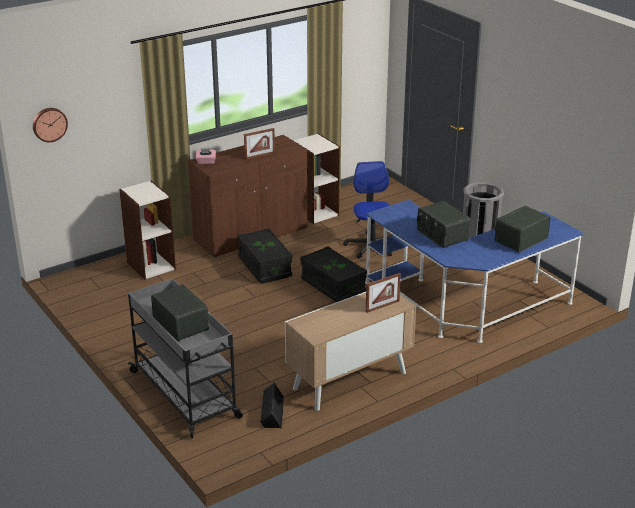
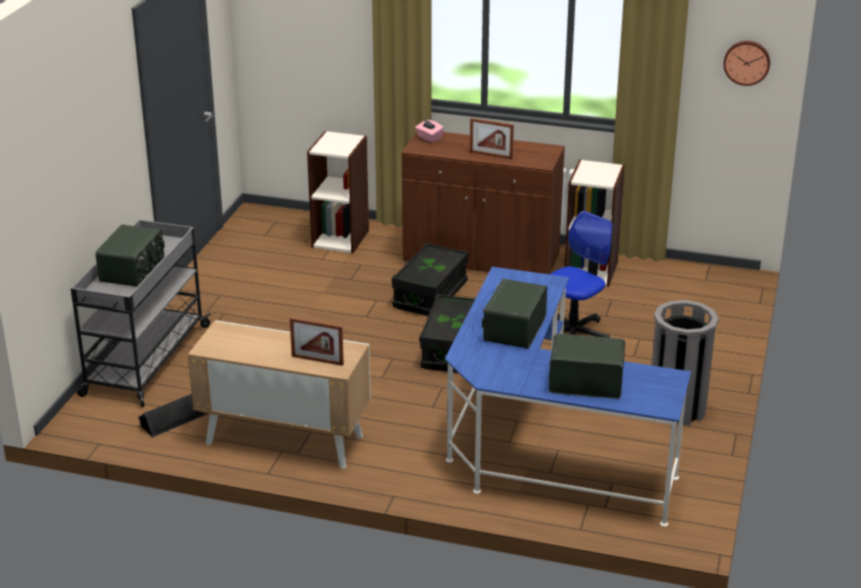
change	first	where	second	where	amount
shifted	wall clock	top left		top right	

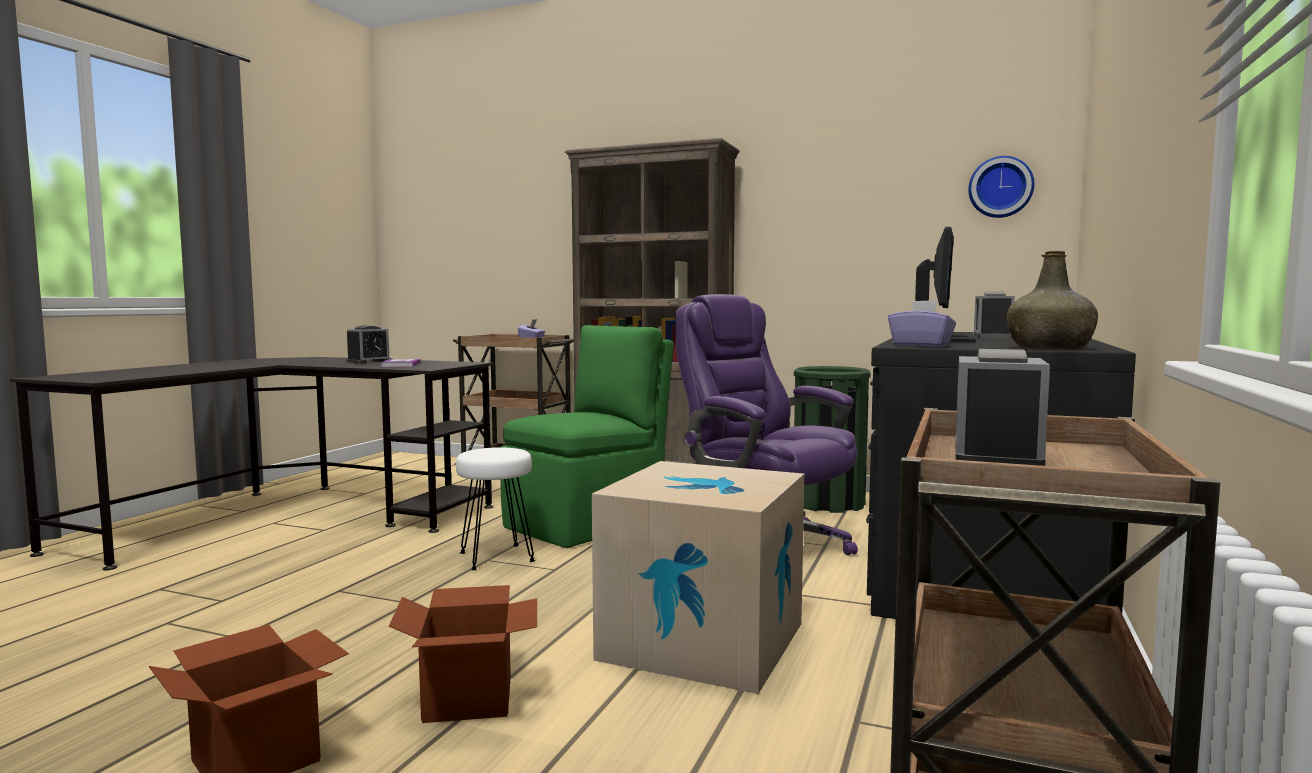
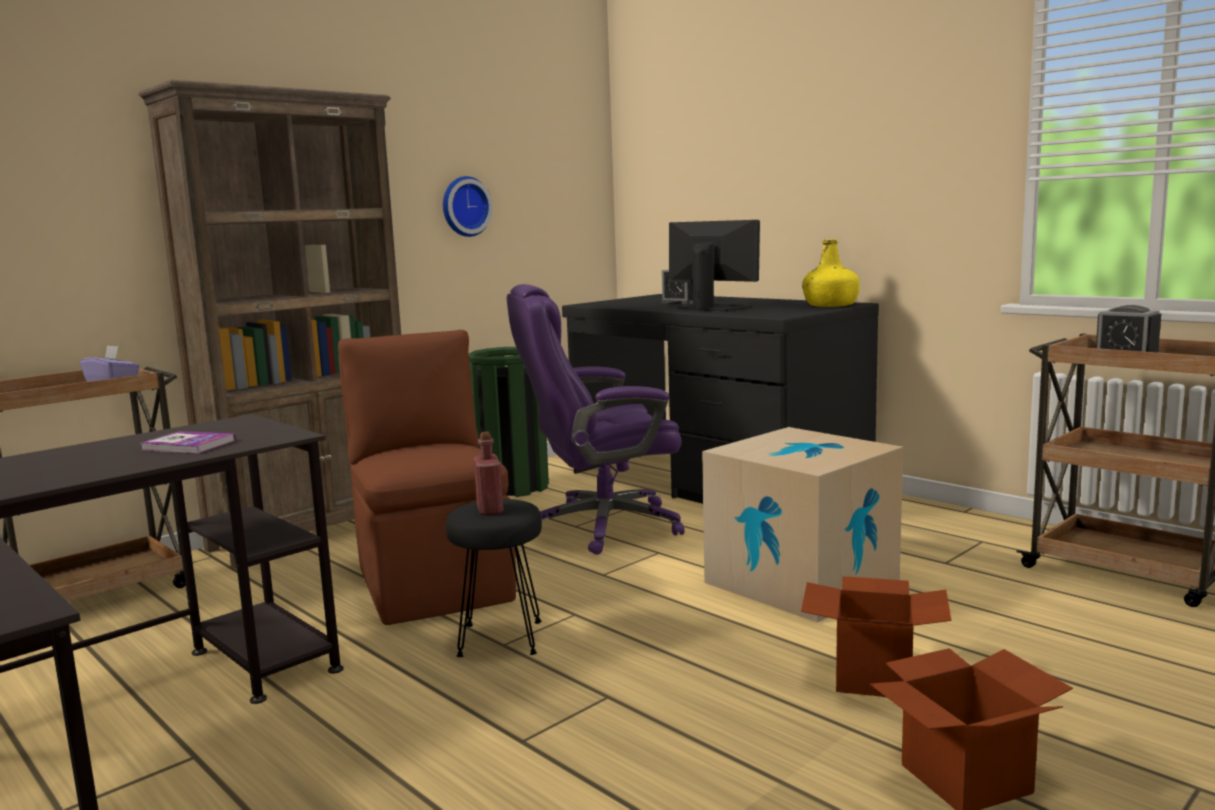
change	first	where	second	where	amount
gone	alarm clock (no. 1 from left)	middle left			
gone	tissue box (purple) (no. 2 from left)	middle right			
new			bottle (red)	centre	
shifted	wall clock	top right		top centre	
repainted	stool (white)	centre	stool (black)	bottom centre	
repainted	chair (green)	centre	chair (brown)	centre	
repainted	bottle (green)	middle right	bottle (yellow)	middle right	

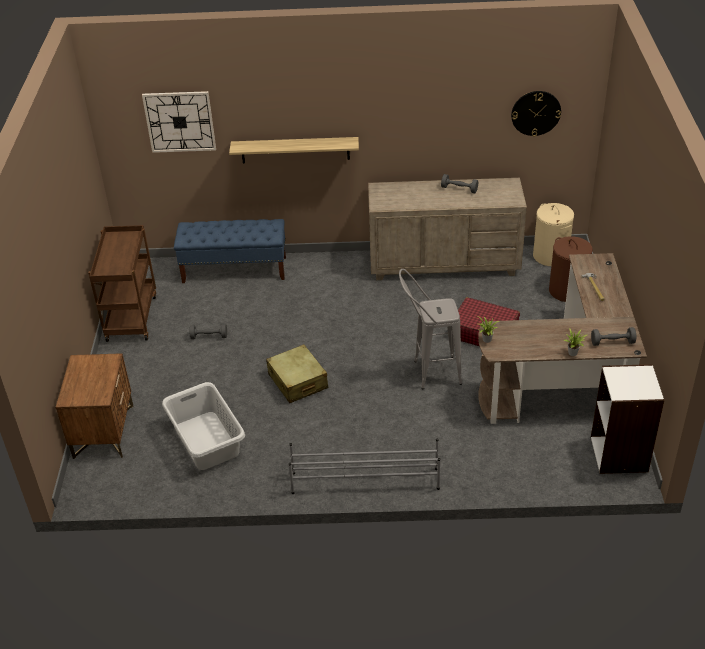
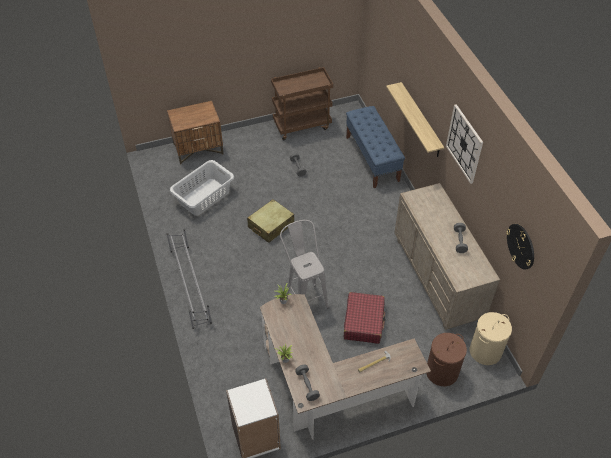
change	first	where	second	where	amount
shifted	wall clock (no. 1 from left)	top left		top right	

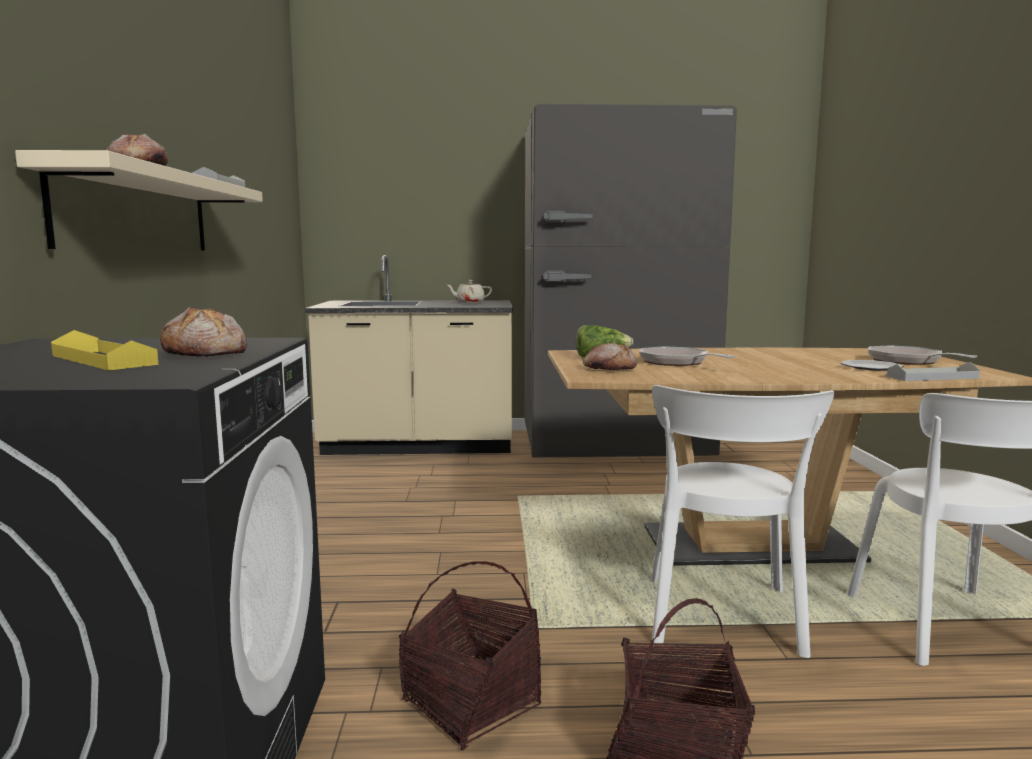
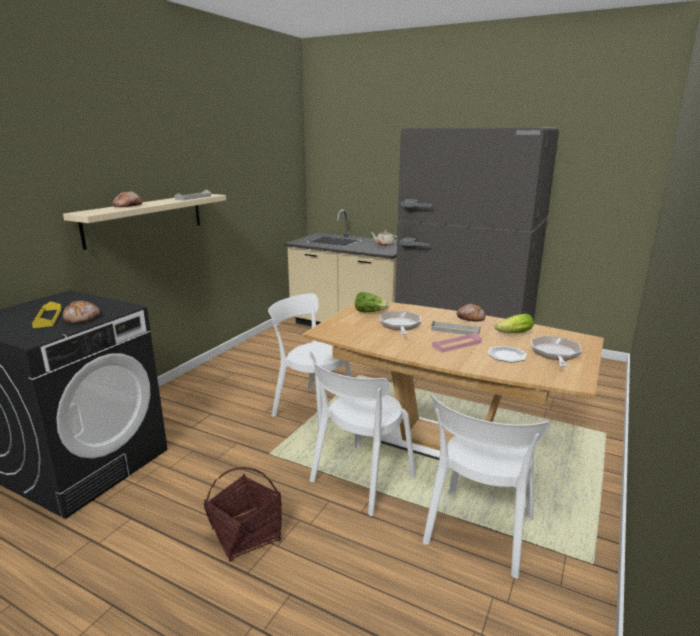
change	first	where	second	where	amount
gone	basket (no. 1 from left)	bottom centre			
new			chair (white) (no. 1 from left)	centre	
new			tray (pink)	centre	
new			lettuce (no. 2 from left)	middle right	
shifted	bread (no. 3 from left)	centre		middle right	
shifted	tray (grey) (no. 2 from left)	middle right		centre	

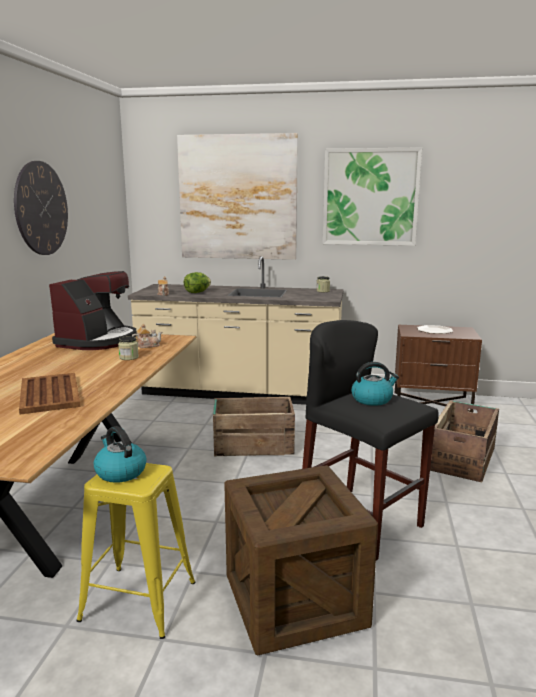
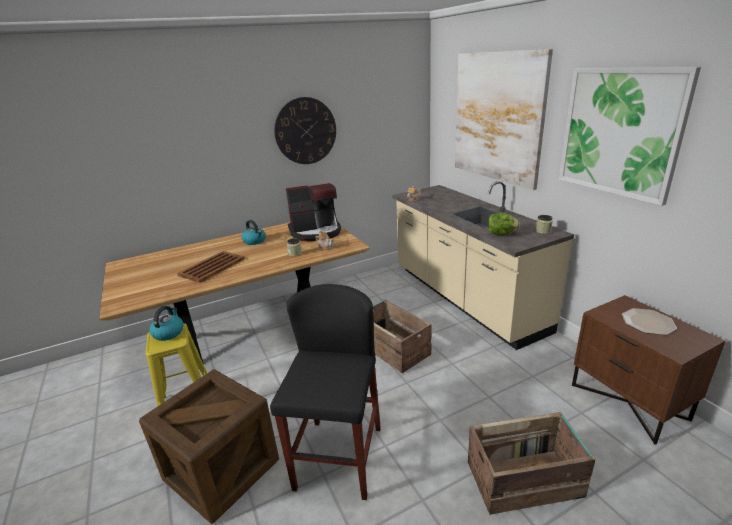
change	first	where	second	where	amount
shifted	lettuce	centre		middle right	
shifted	kettle (no. 2 from left)	middle right		centre	

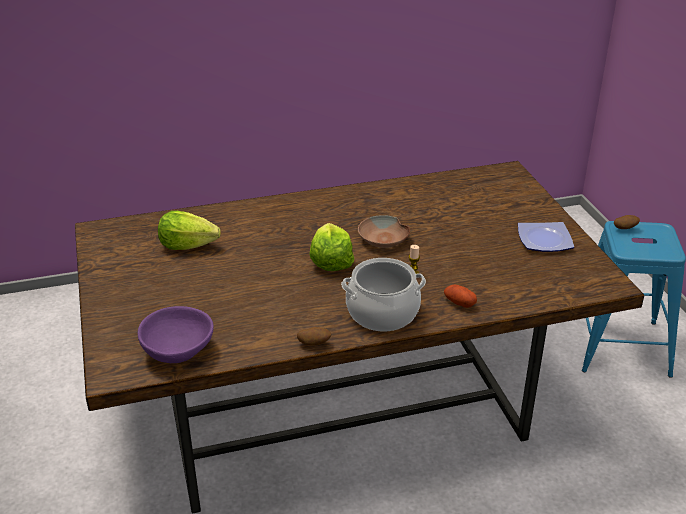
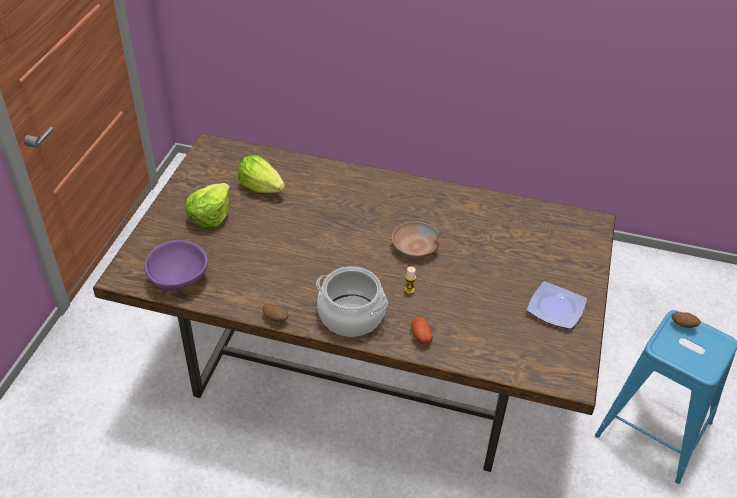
change	first	where	second	where	amount
shifted	lettuce (no. 2 from left in the first image)	centre	lettuce (no. 1 from left)	middle left	

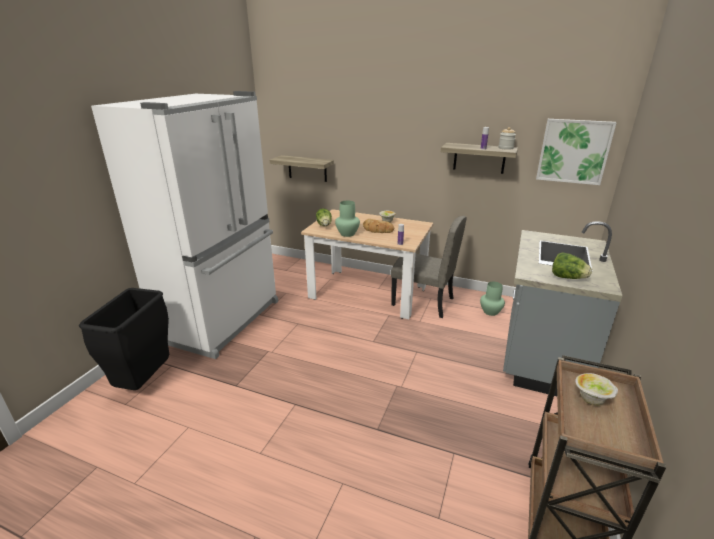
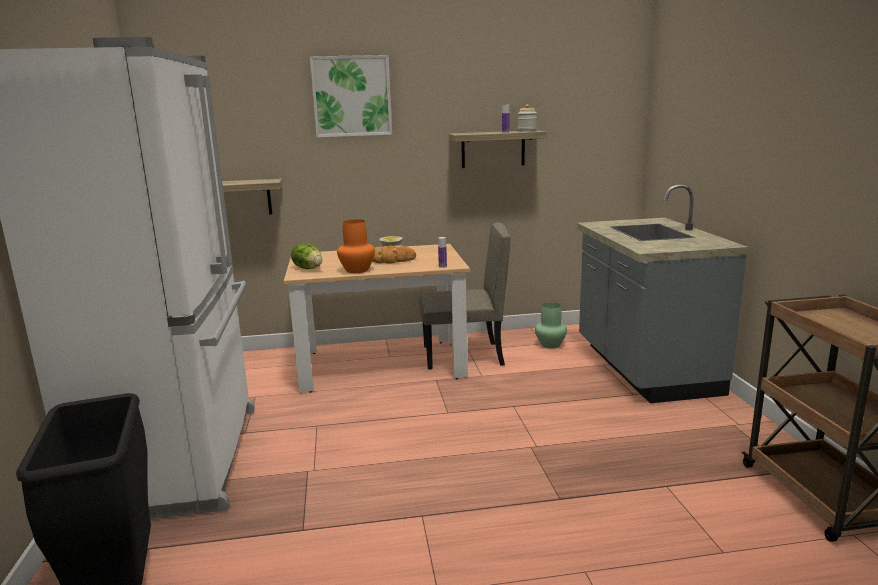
change	first	where	second	where	amount
gone	lettuce (no. 2 from left)	middle right			
gone	bowl (no. 2 from left)	bottom right			
shifted	picture	top right		top centre	
repainted	vase (green) (no. 1 from left)	centre	vase (orange)	centre	

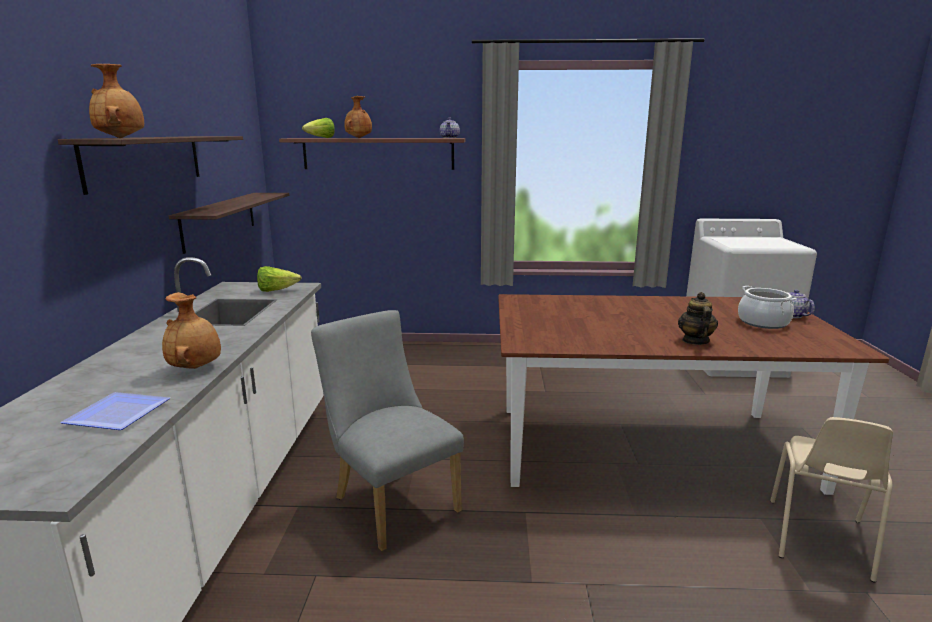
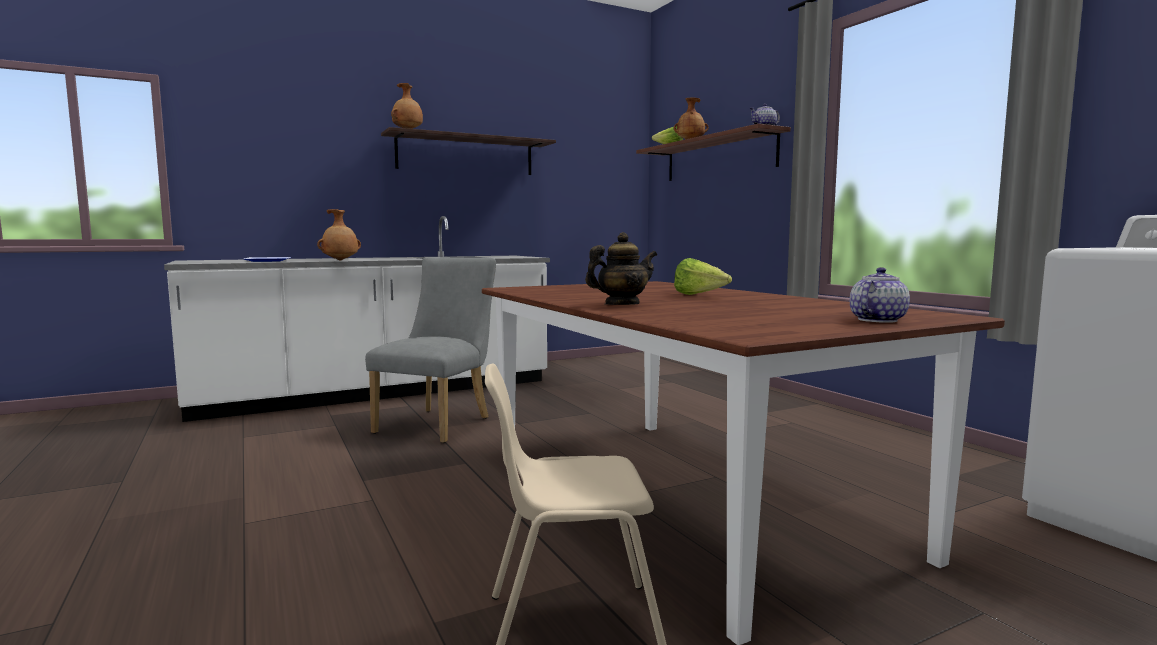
change	first	where	second	where	amount
gone	shelf (no. 2 from left)	middle left			
gone	cooking pot	middle right			
shifted	lettuce (no. 1 from left in the first image)	middle left	lettuce (no. 2 from left)	centre	

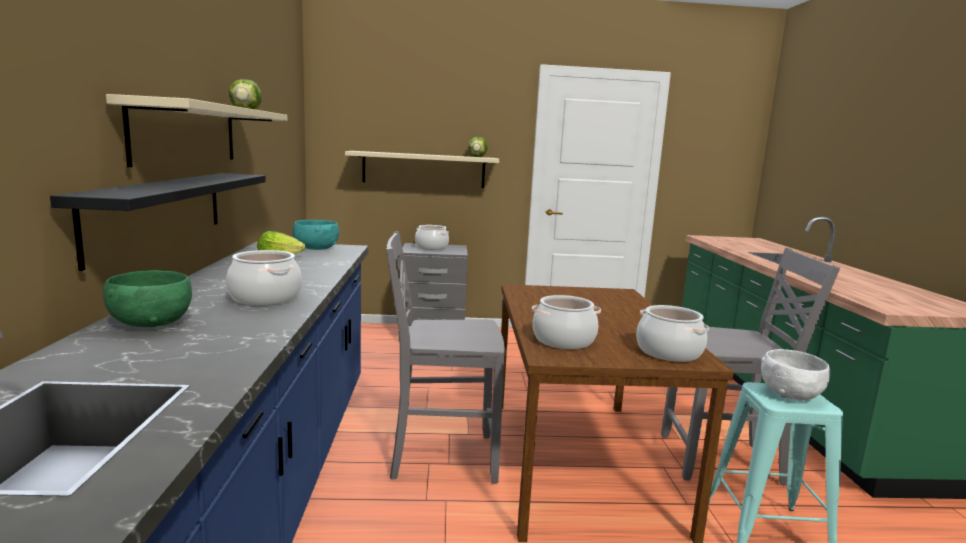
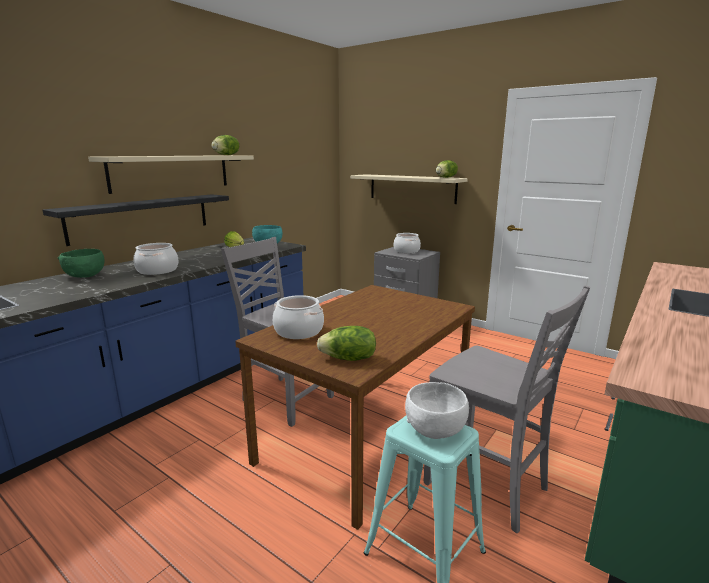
change	first	where	second	where	amount
swapped	cooking pot (no. 4 from left)	middle right	lettuce (no. 3 from left)	centre	

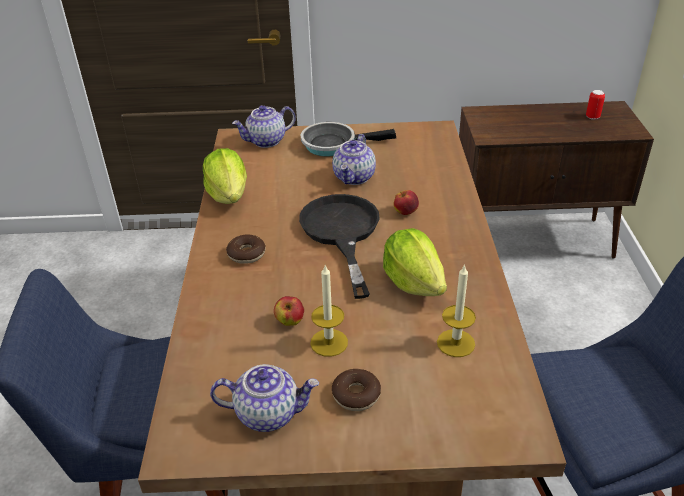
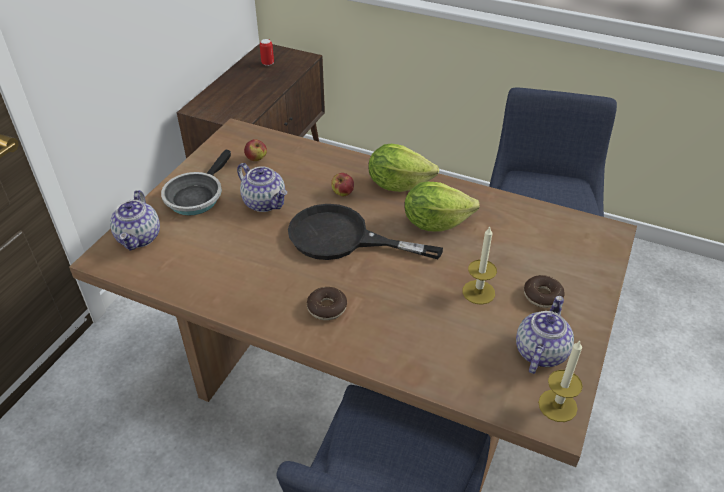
change	first	where	second	where	amount
shifted	lettuce (no. 1 from left)	middle left		centre	
shifted	apple (no. 1 from left)	centre		top centre	
shifted	candle (no. 2 from left)	middle right		bottom right	

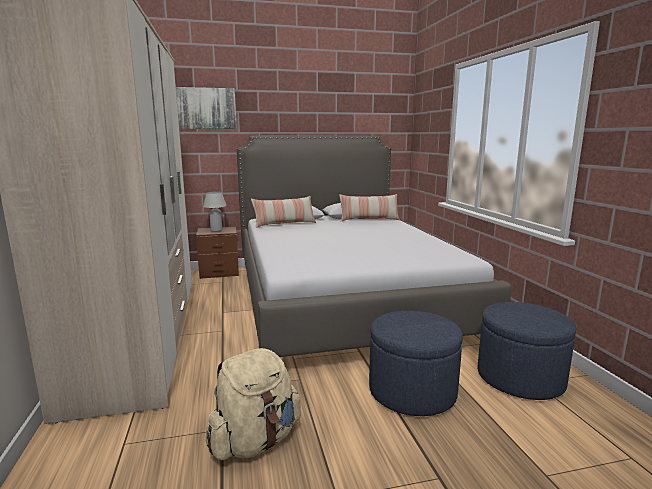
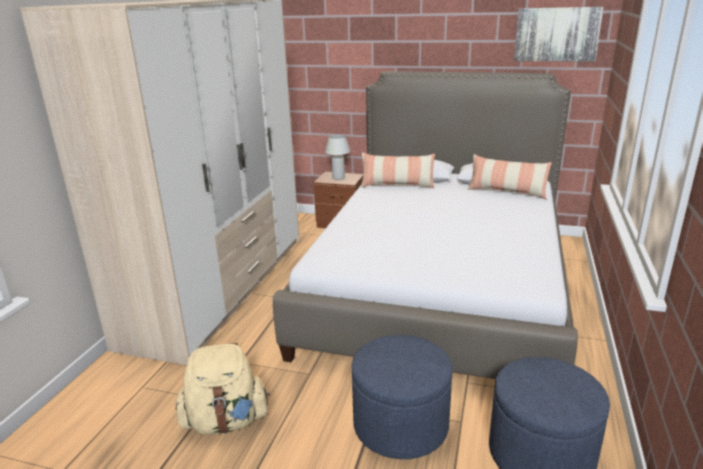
change	first	where	second	where	amount
shifted	picture	top left		top right	

